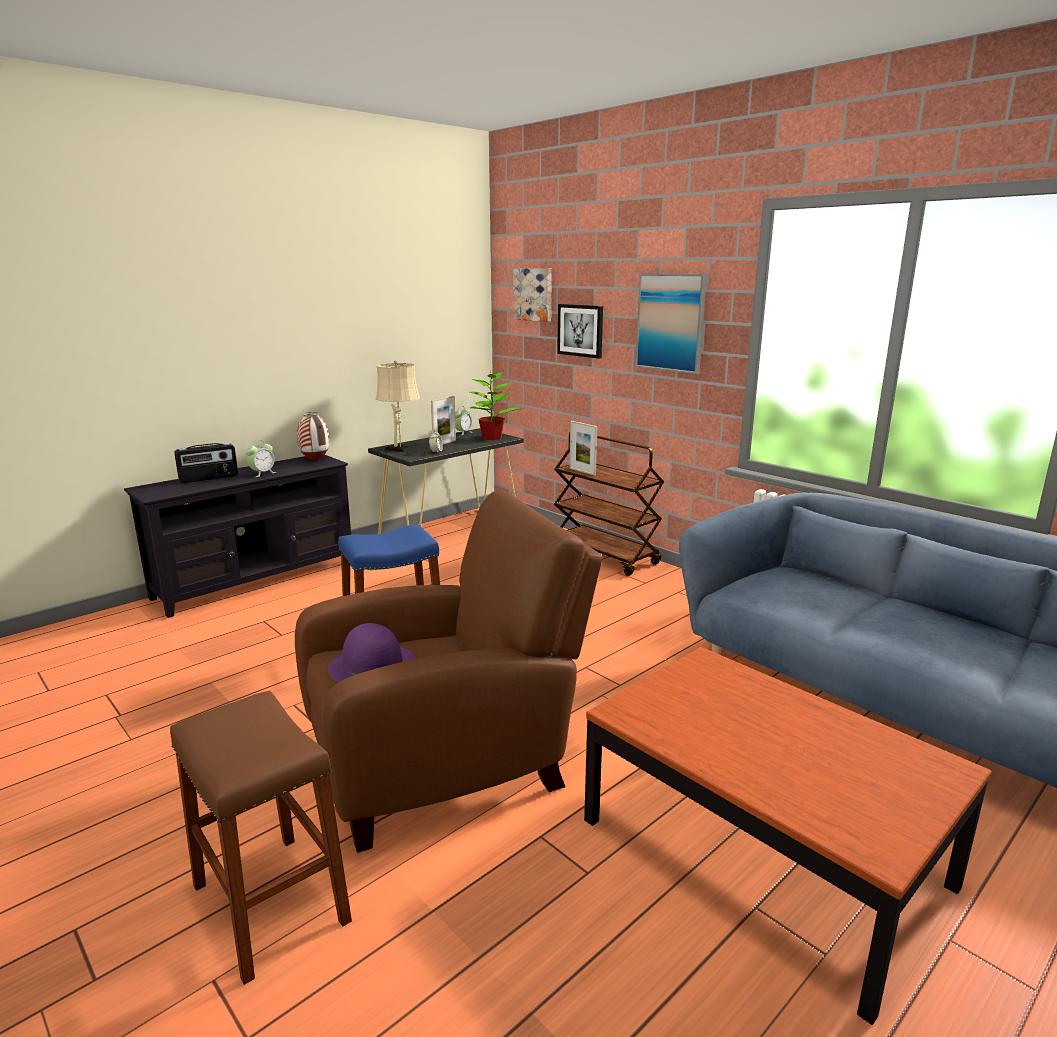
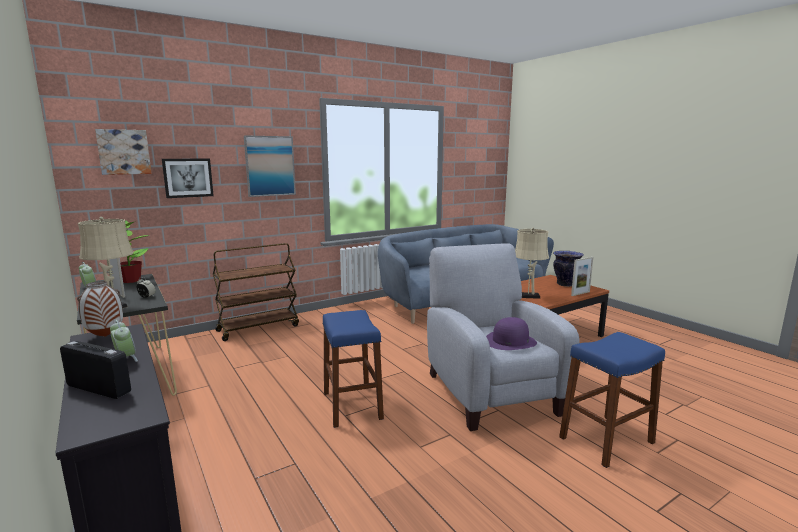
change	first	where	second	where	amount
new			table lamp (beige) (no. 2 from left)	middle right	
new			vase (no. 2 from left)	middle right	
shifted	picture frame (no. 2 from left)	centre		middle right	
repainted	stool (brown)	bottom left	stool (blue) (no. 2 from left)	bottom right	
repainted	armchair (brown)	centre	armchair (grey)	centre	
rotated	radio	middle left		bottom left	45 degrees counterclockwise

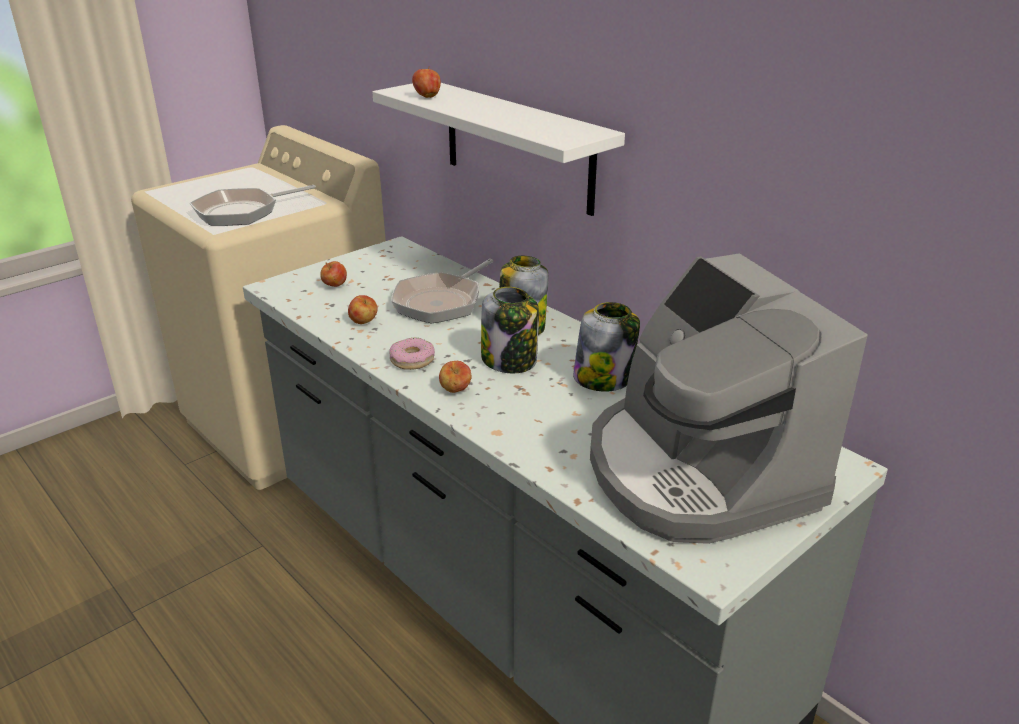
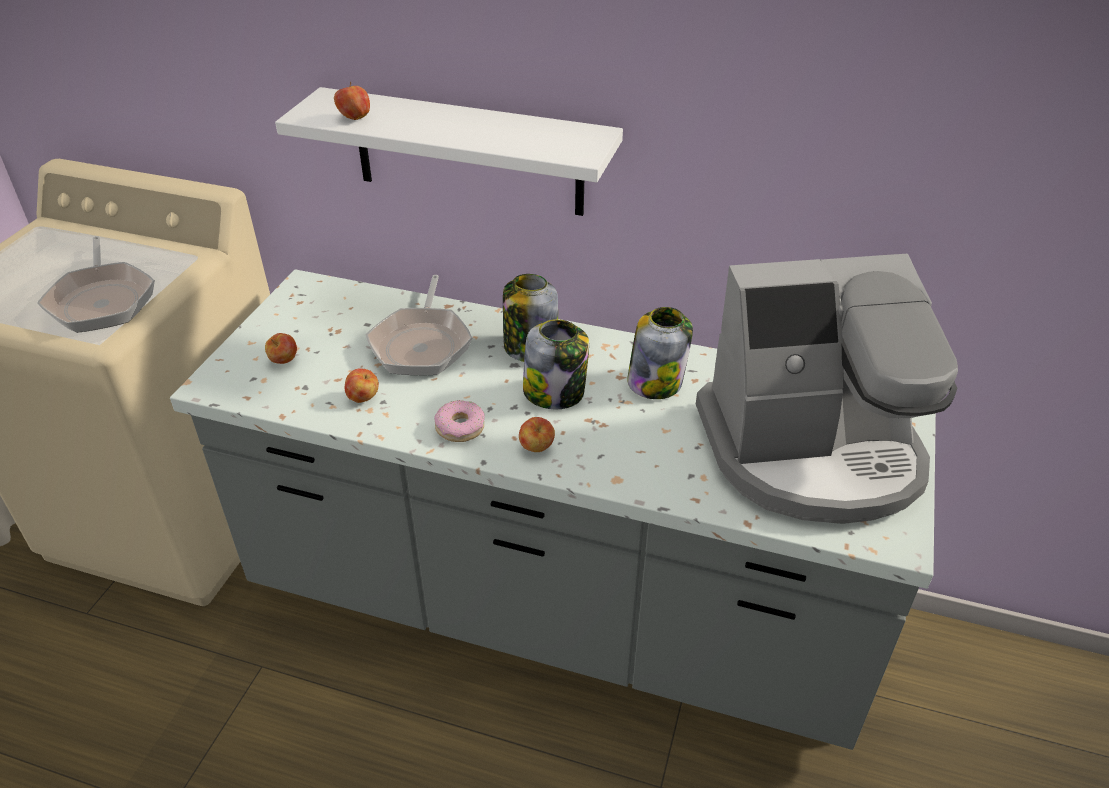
change	first	where	second	where	amount
rotated	frying pan (no. 1 from left)	top left		middle left	45 degrees counterclockwise
rotated	coffee machine	middle right		middle right	45 degrees counterclockwise

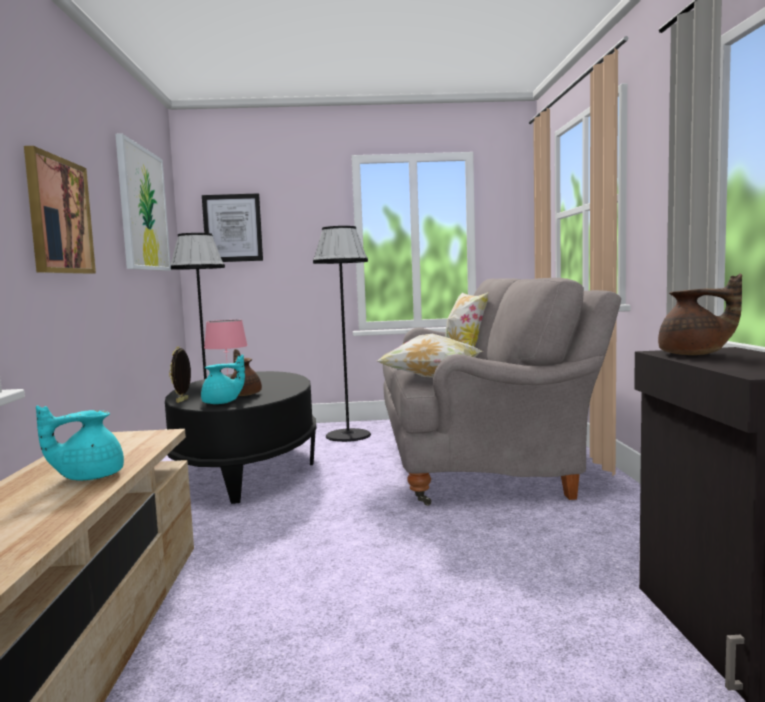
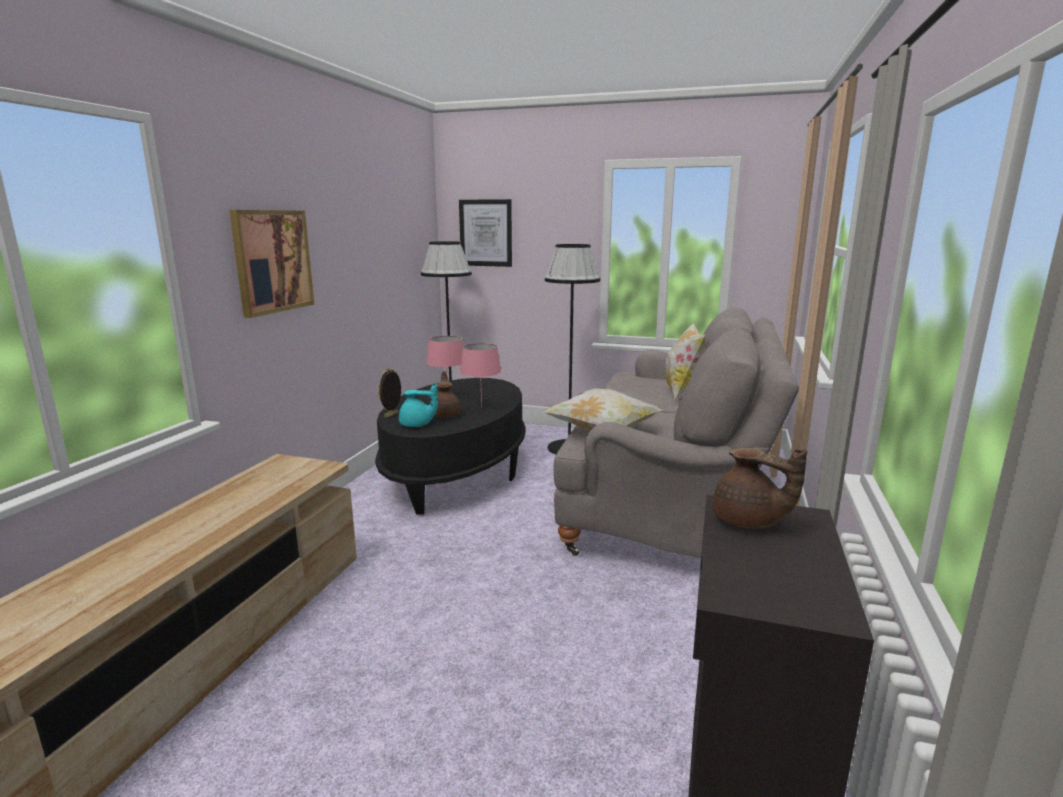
change	first	where	second	where	amount
gone	teapot (turquoise) (no. 1 from left)	middle left			
gone	picture (no. 2 from left)	top left			
new			table lamp (pink) (no. 2 from left)	centre	

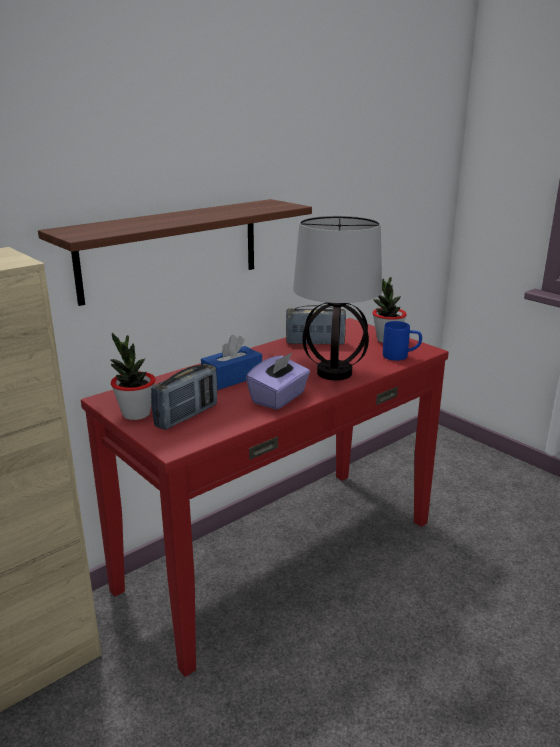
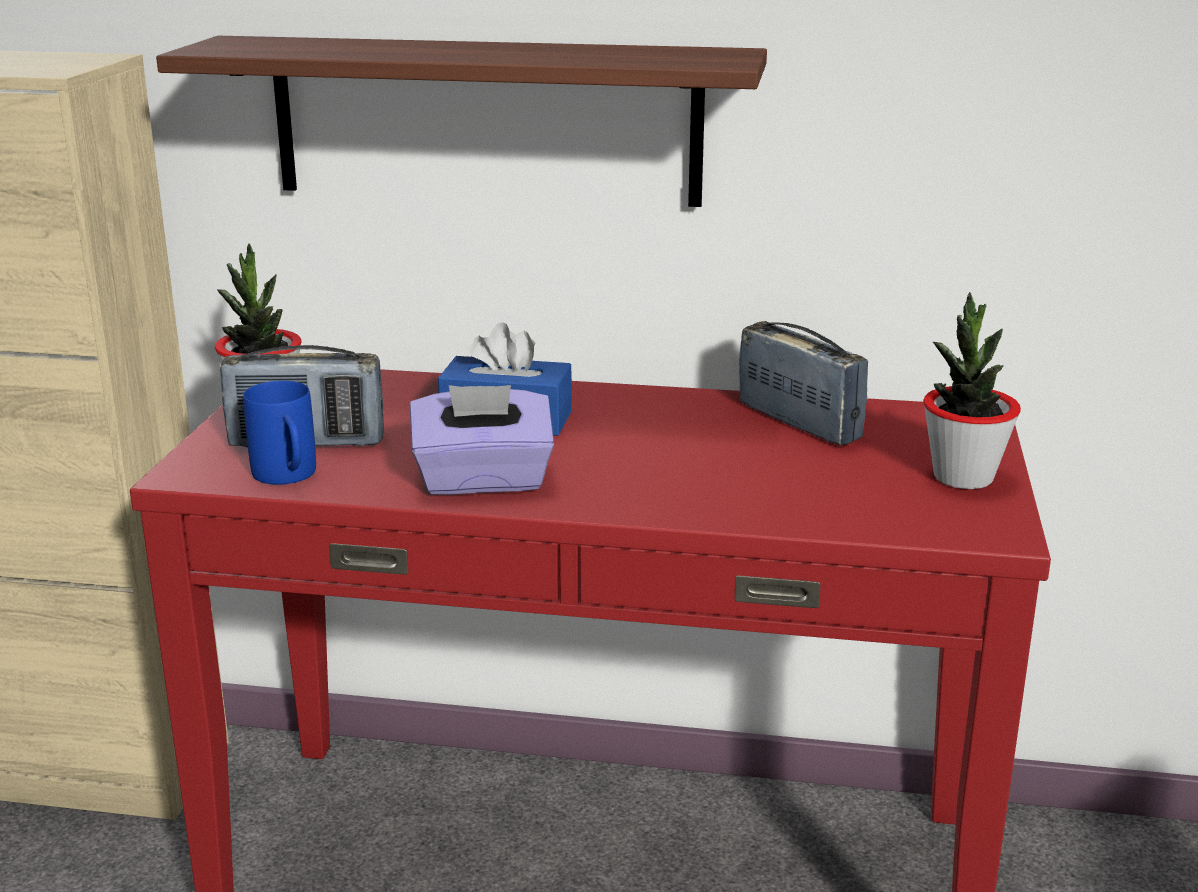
change	first	where	second	where	amount
gone	table lamp	centre			
shifted	mug (blue)	middle right		middle left	

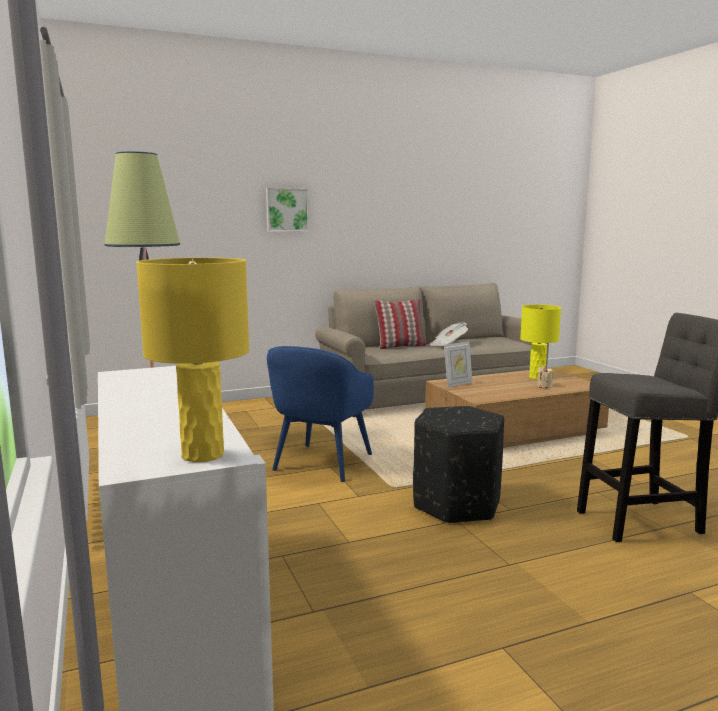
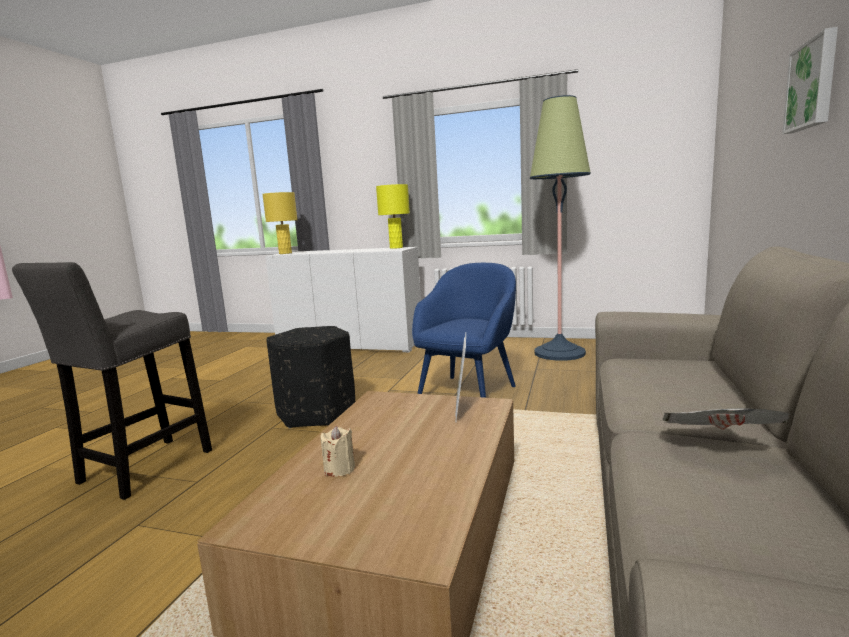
change	first	where	second	where	amount
gone	pillow	centre			
shifted	table lamp (yellow) (no. 2 from left)	middle right		centre	
rotated	armchair (blue)	centre		centre	60 degrees clockwise

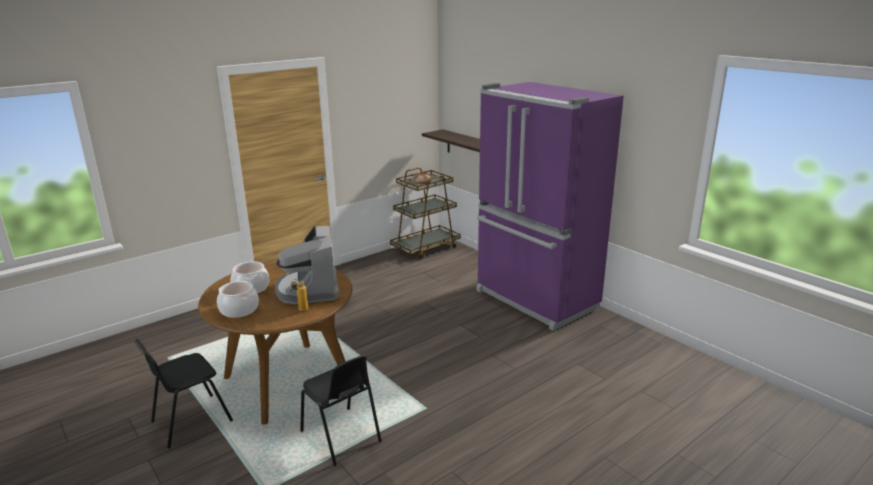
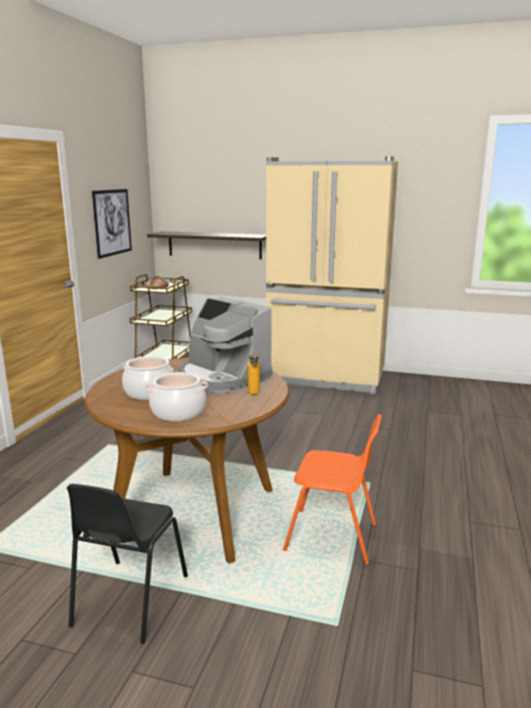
change	first	where	second	where	amount
new			picture	top left	
repainted	chair (black) (no. 2 from left)	bottom centre	chair (orange)	bottom centre	
repainted	fridge (purple)	centre	fridge (beige)	centre	

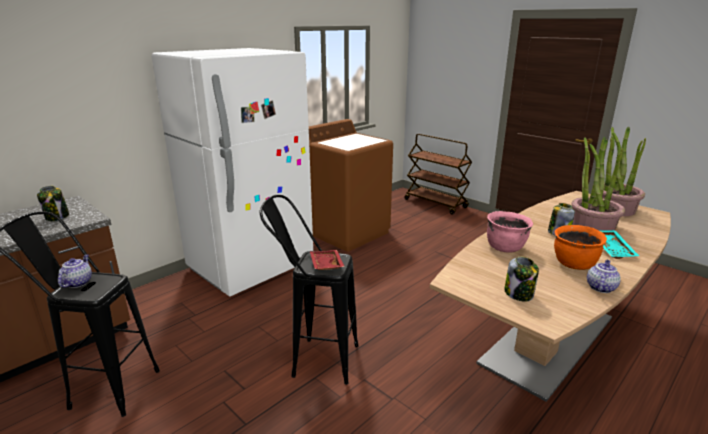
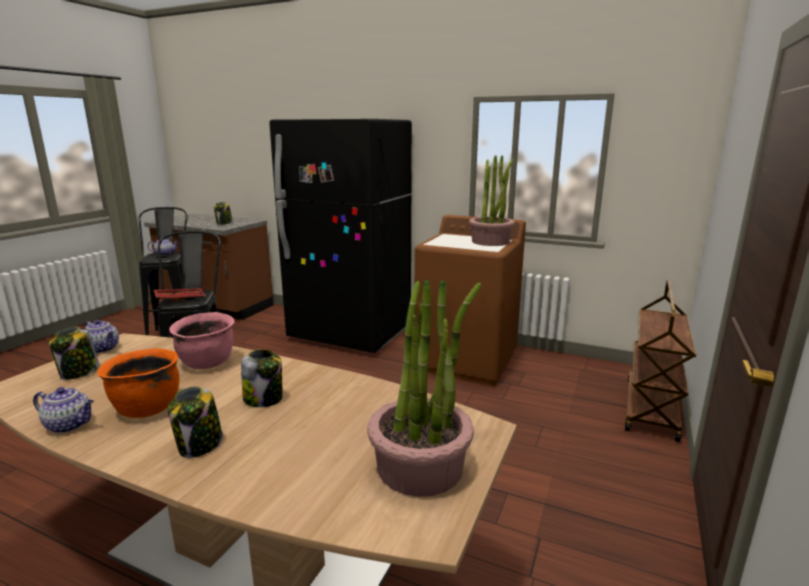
change	first	where	second	where	amount
new			teapot (no. 2 from left)	middle left	
shifted	potted plant (no. 1 from left in the first image)	middle right	potted plant (no. 2 from left)	centre	
swapped	tray (turquoise)	middle right	jar (no. 2 from left)	bottom left	
repainted	fridge (white)	middle left	fridge (black)	centre	

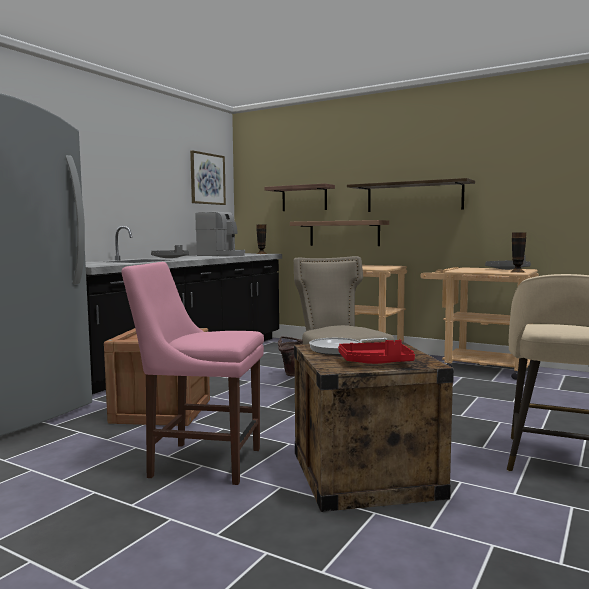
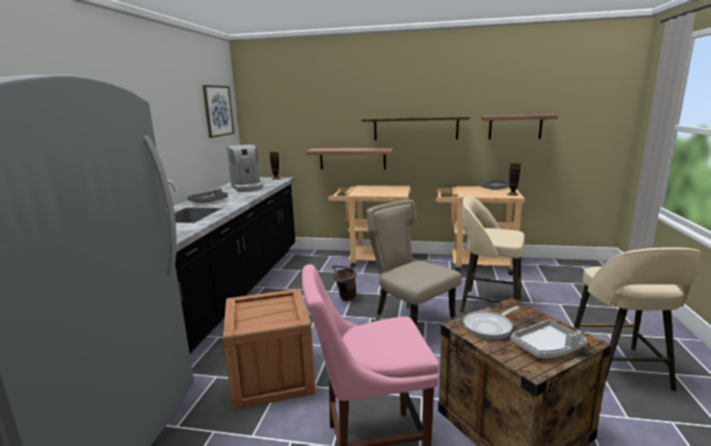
change	first	where	second	where	amount
new			stool (beige) (no. 1 from left)	middle right	
shifted	shelf (no. 1 from left in the first image)	centre	shelf (no. 3 from left)	top right	
repainted	tray (red)	centre	tray (grey) (no. 3 from left)	bottom right	
rotated	coffee machine	centre		centre	60 degrees clockwise

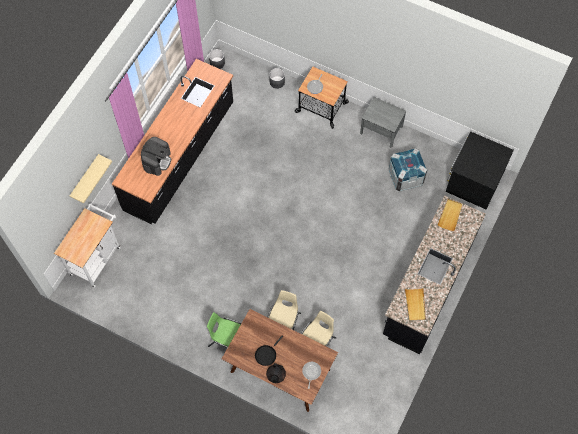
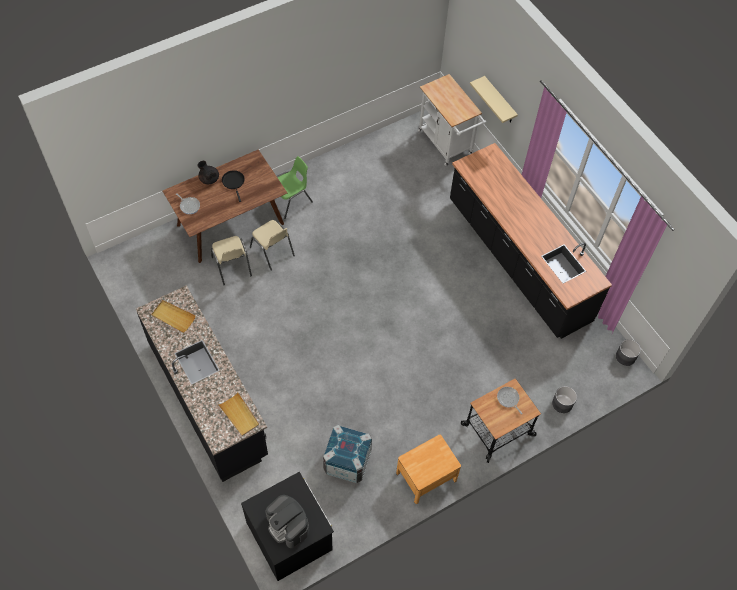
change	first	where	second	where	amount
shifted	coffee machine	middle left		bottom centre	
repainted	nightstand (grey)	top centre	nightstand (brown)	bottom centre	

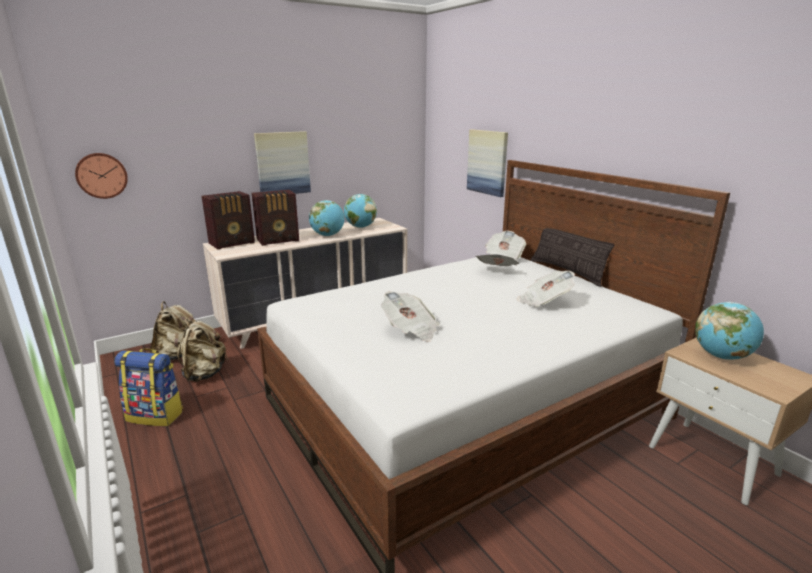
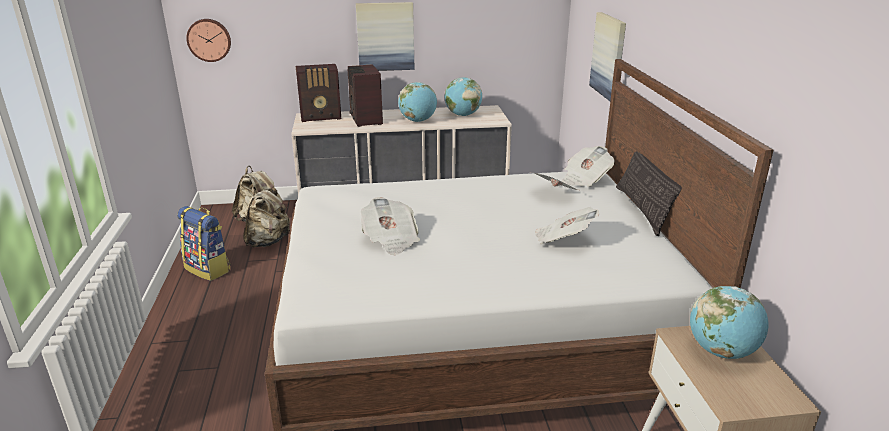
change	first	where	second	where	amount
rotated	radio (no. 2 from left)	centre		top centre	75 degrees clockwise

